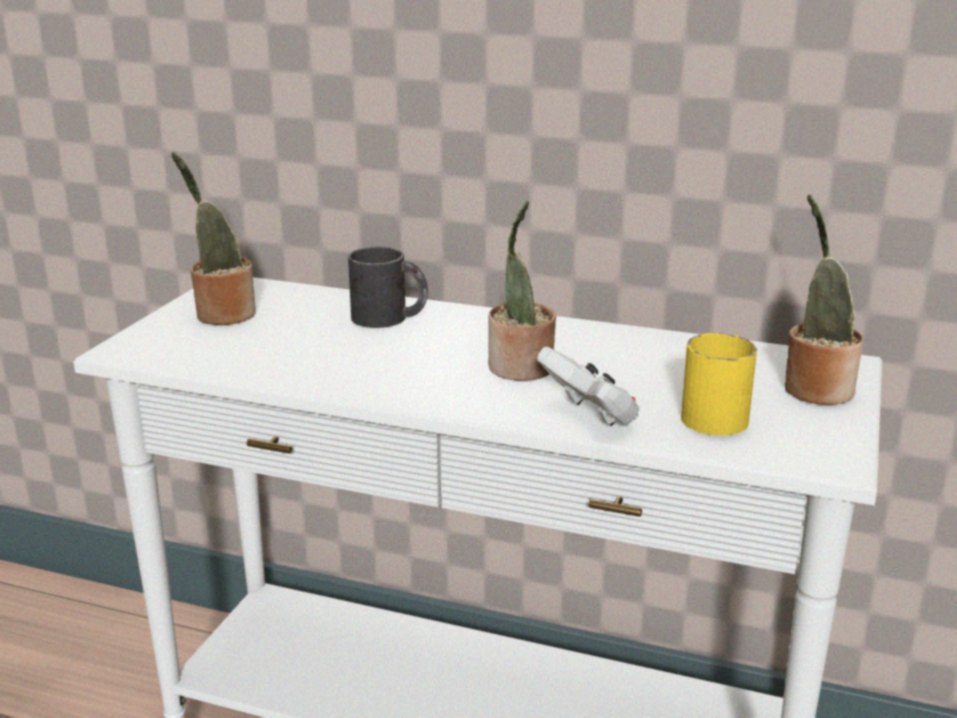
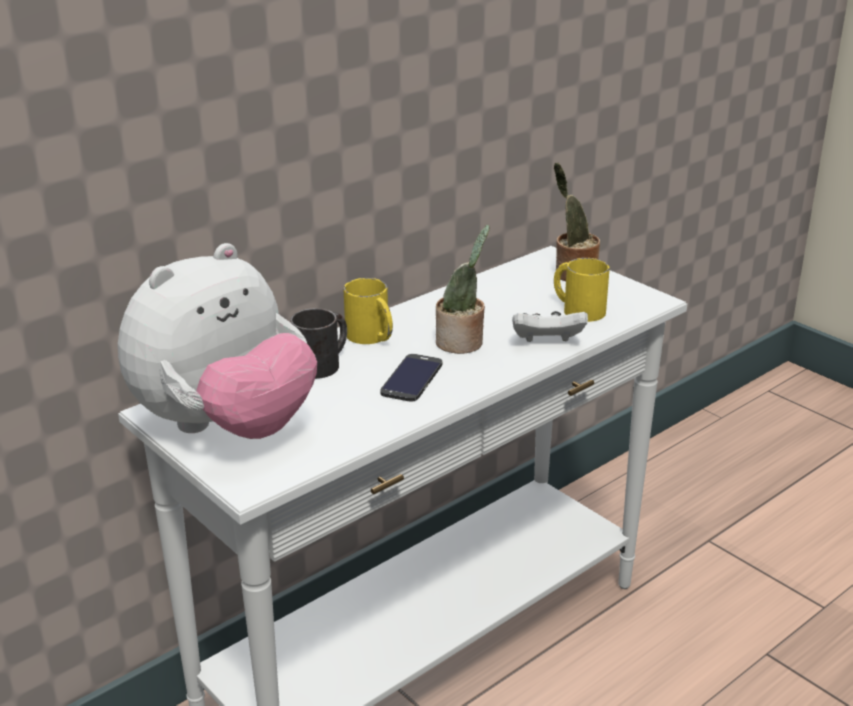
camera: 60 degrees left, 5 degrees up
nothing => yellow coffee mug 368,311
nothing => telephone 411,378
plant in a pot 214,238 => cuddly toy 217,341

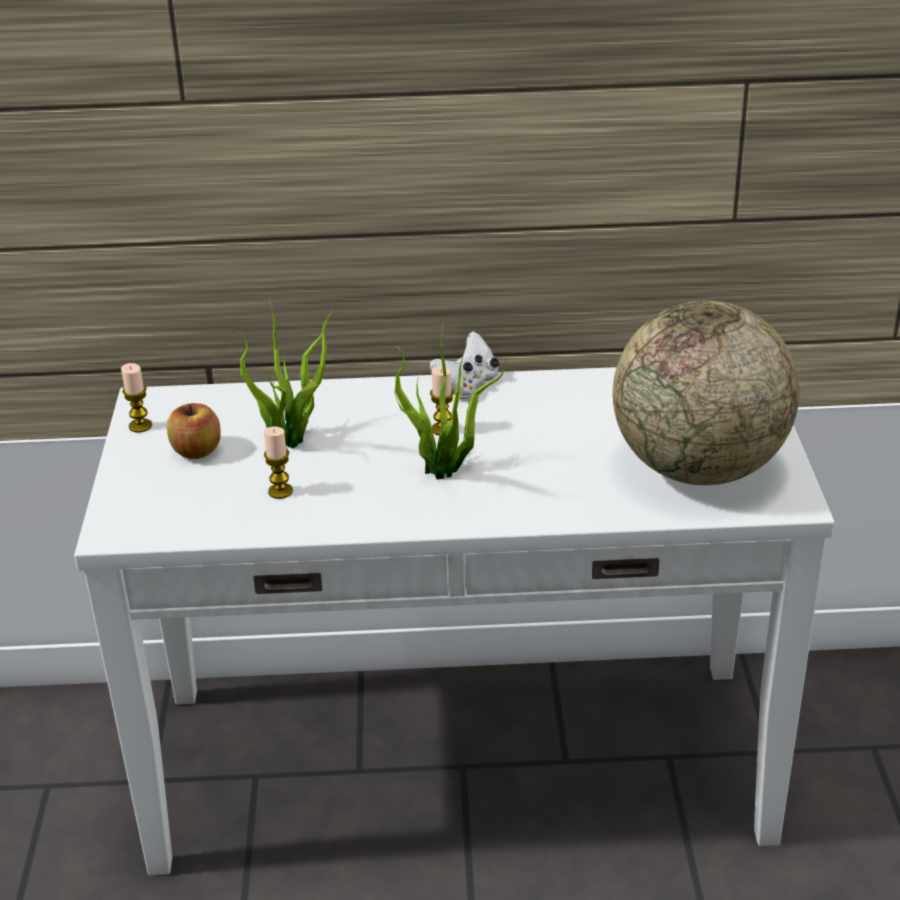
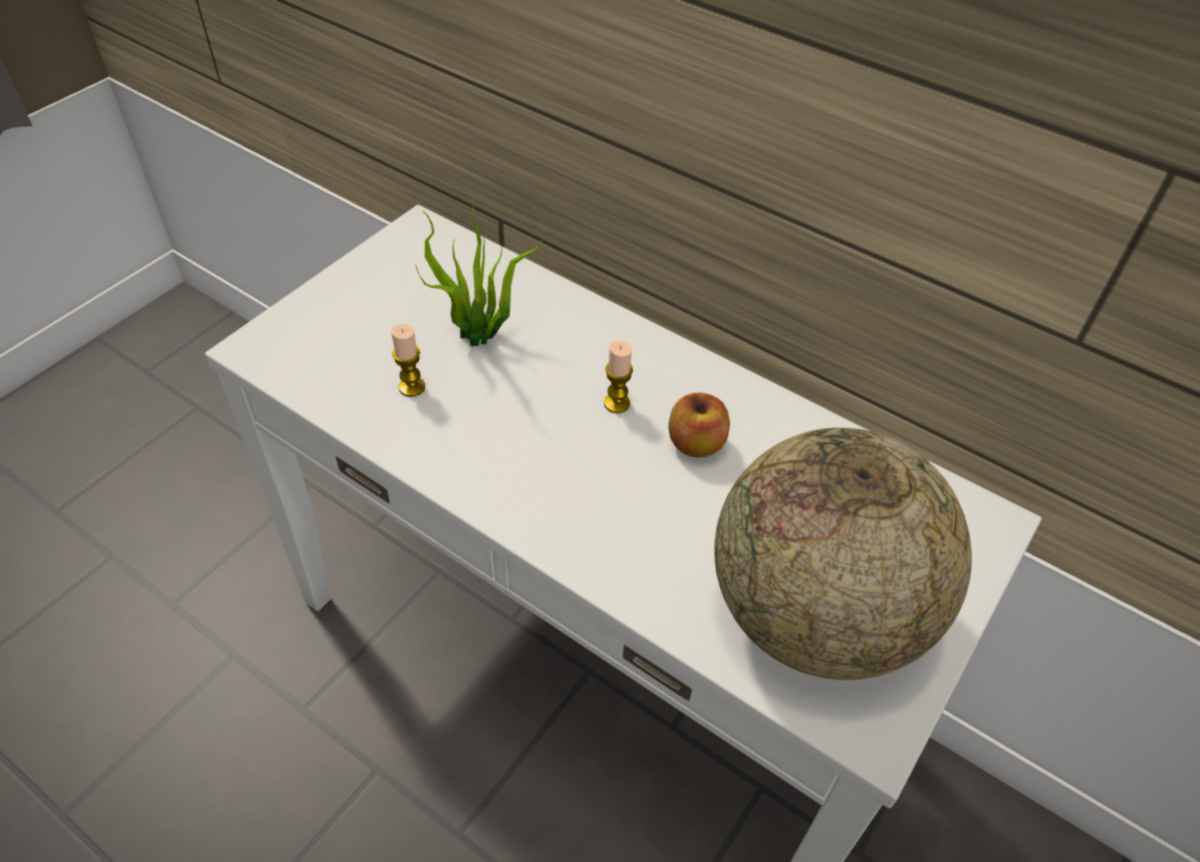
camera: 35 degrees right, 15 degrees up
candle 136,397 => nothing
plant in a pot 450,403 => nothing
white gamepad 464,365 => nothing
whole apple 194,431 => whole apple 699,425, relocated

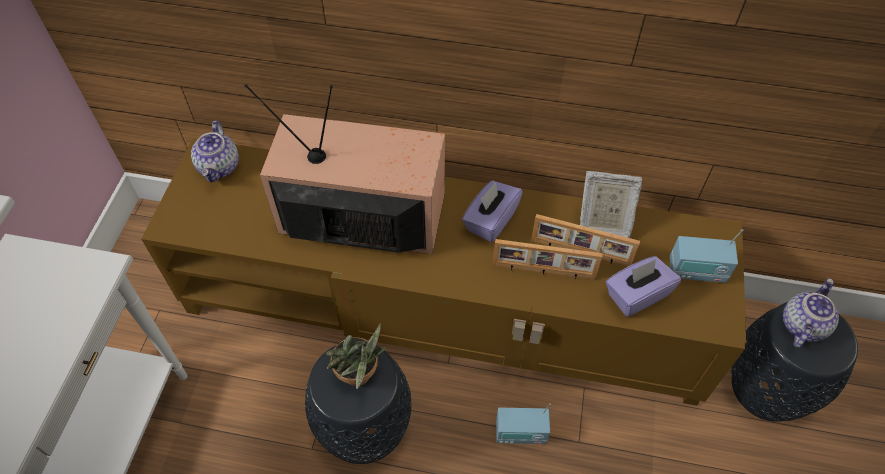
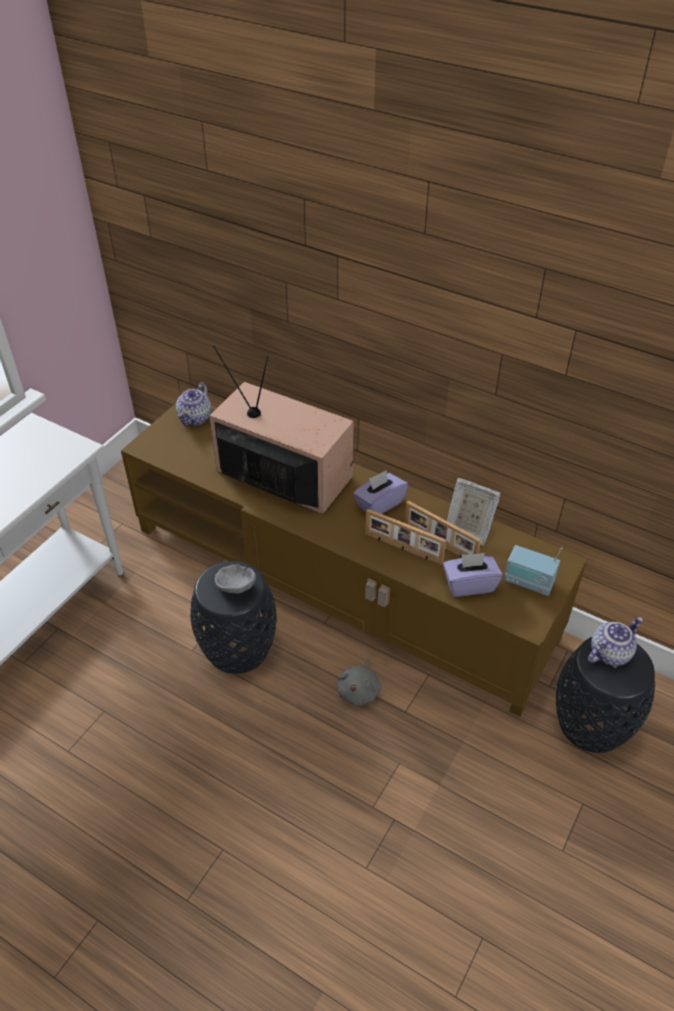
camera: 20 degrees right, 10 degrees down
plant in a pot 356,356 => grey bowl 235,578
radio receiver 523,423 => grey cuddly toy 359,682

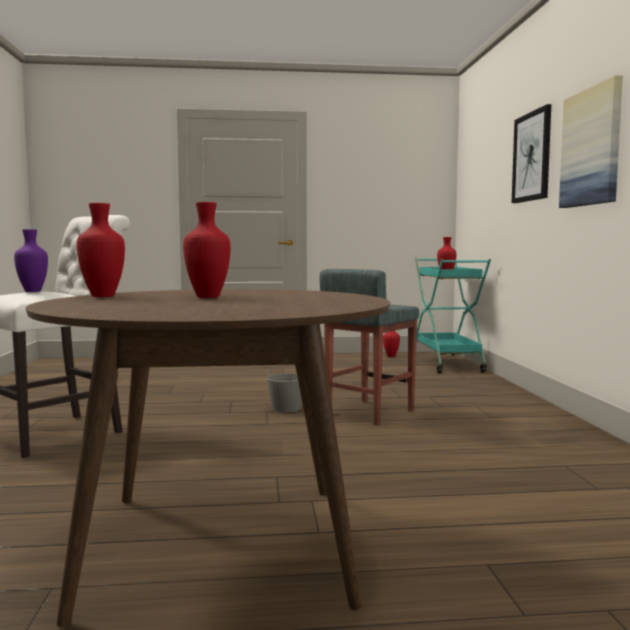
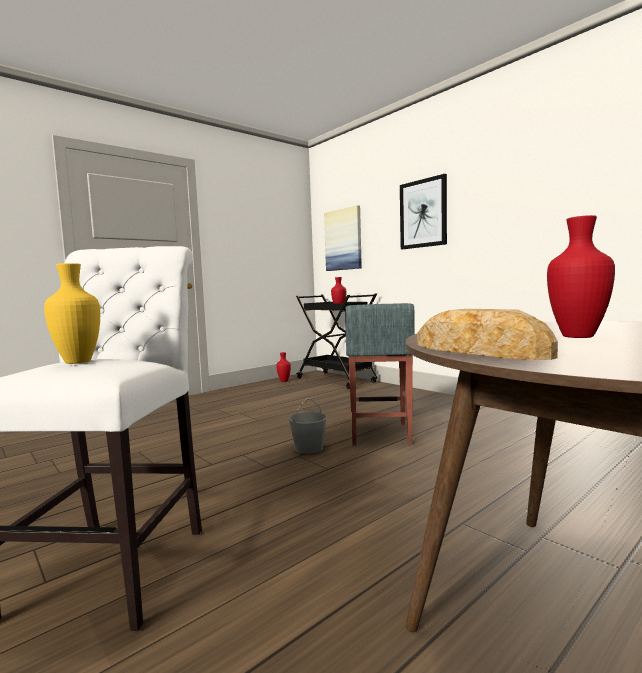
camera: 35 degrees left, 0 degrees up
wall picture 591,141 => wall picture 343,238, relocated
reddish vase 101,250 => bread 487,334
purple vase 31,260 => yellow vase 72,313
blue-green trolley 453,315 => black-coloured trolley 337,341

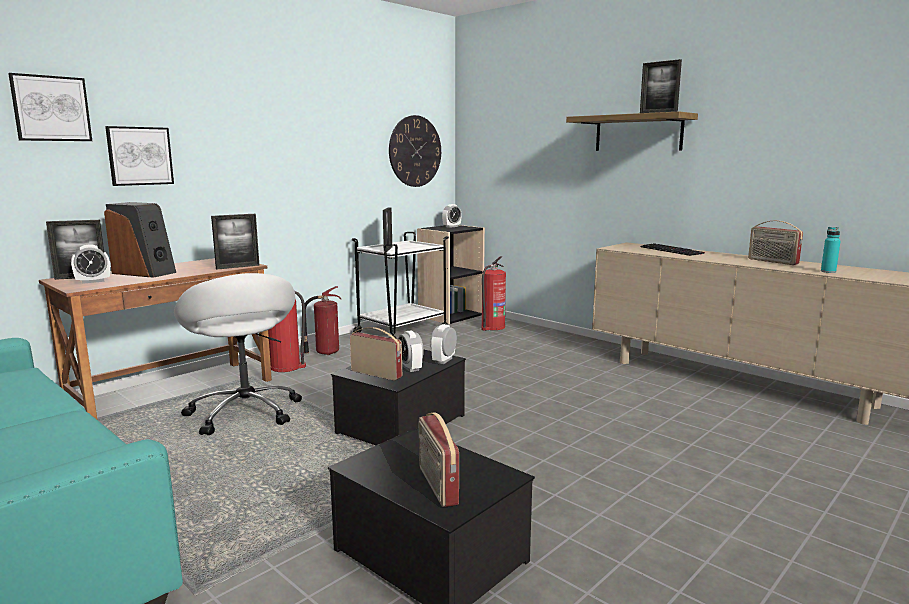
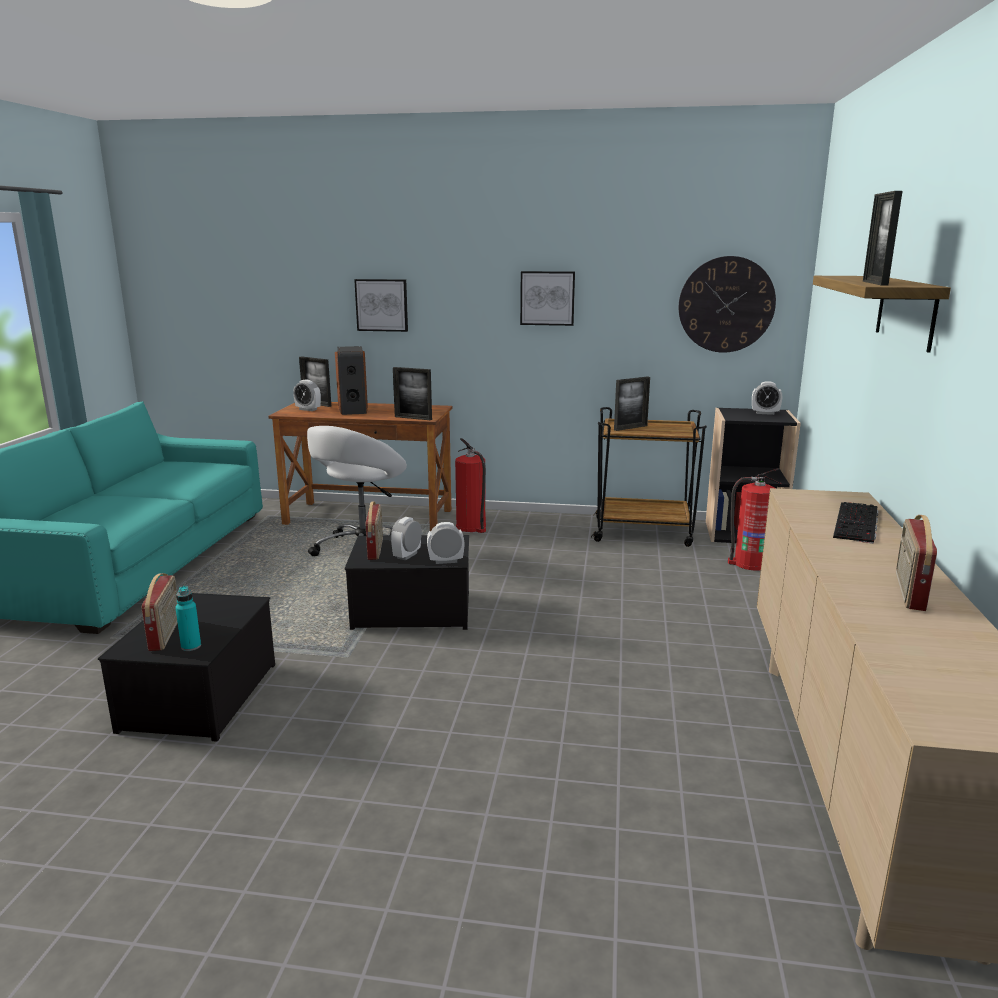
camera: 55 degrees right, 5 degrees up
fire extinguisher 322,320 => nothing
wall picture 50,107 => wall picture 547,298, relocated
blue-green beverage bottle 831,250 => blue-green beverage bottle 188,618, relocated
white trolley 400,285 => brownish trolley 649,477
radio receiver 439,459 => radio receiver 160,612, 135 degrees clockwise

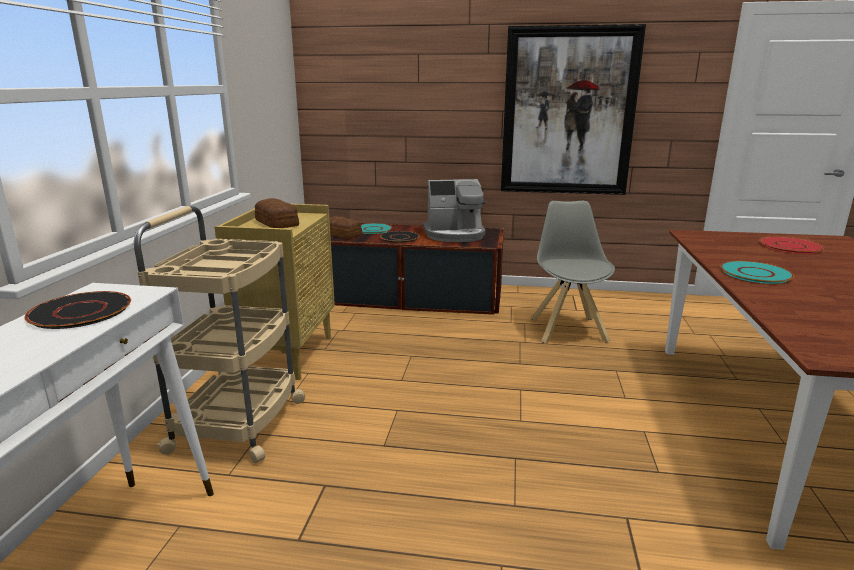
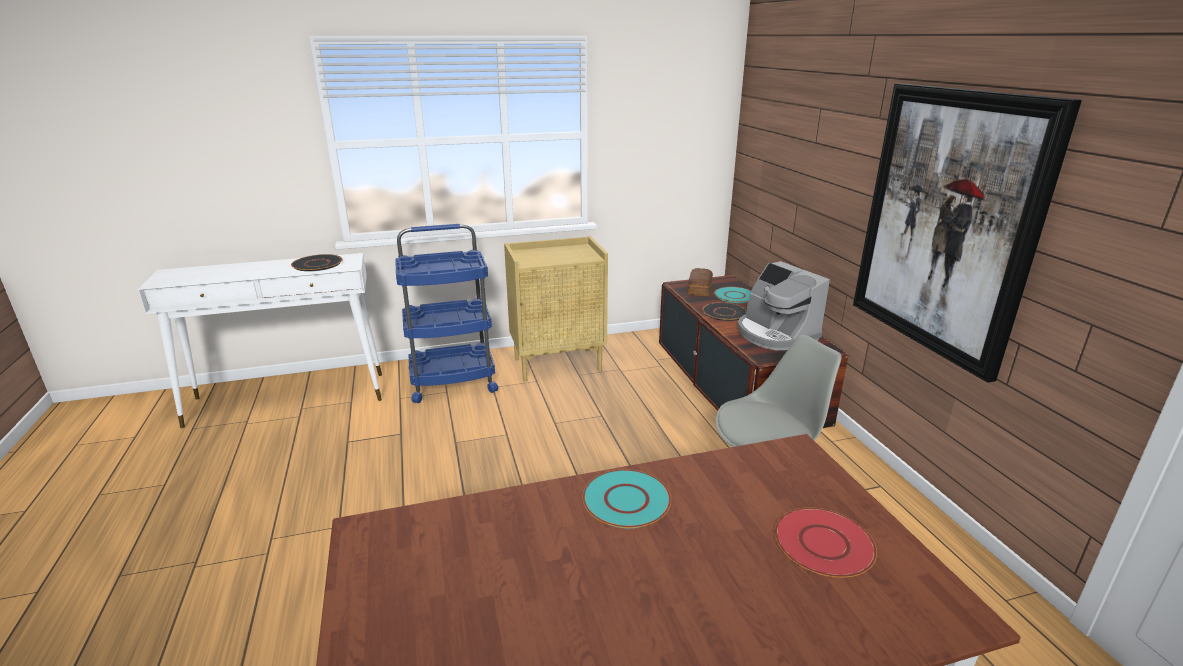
camera: 65 degrees right, 5 degrees up
bread 277,213 => nothing
beige trolley 219,334 => blue trolley 446,313

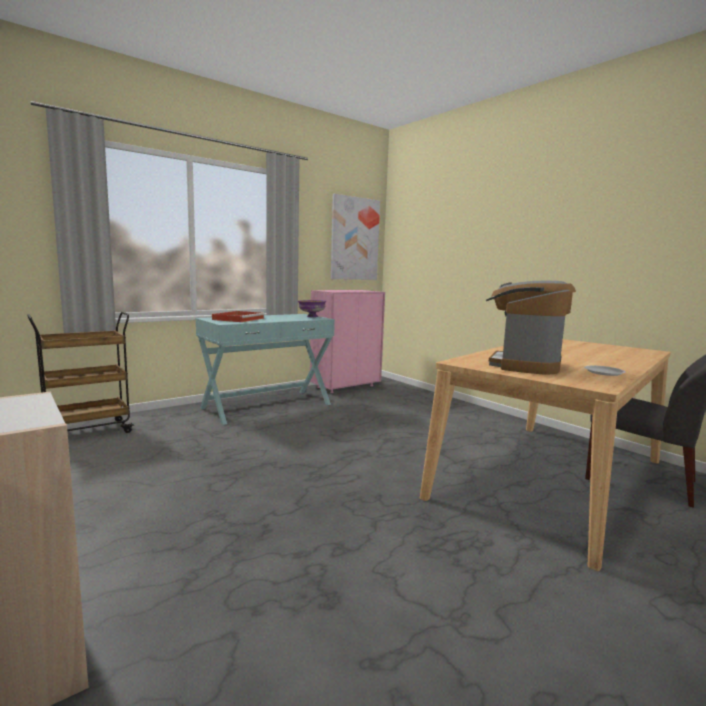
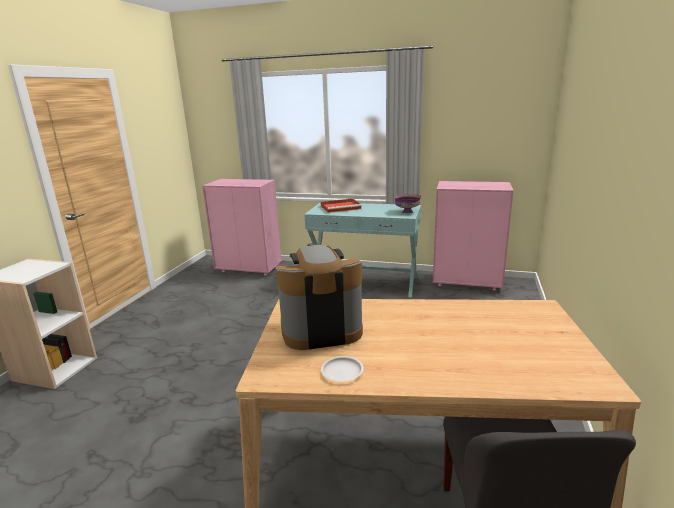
camera: 55 degrees right, 10 degrees up
wall picture 355,237 => nothing
brownish trolley 81,372 => pinkish cabinet 242,227

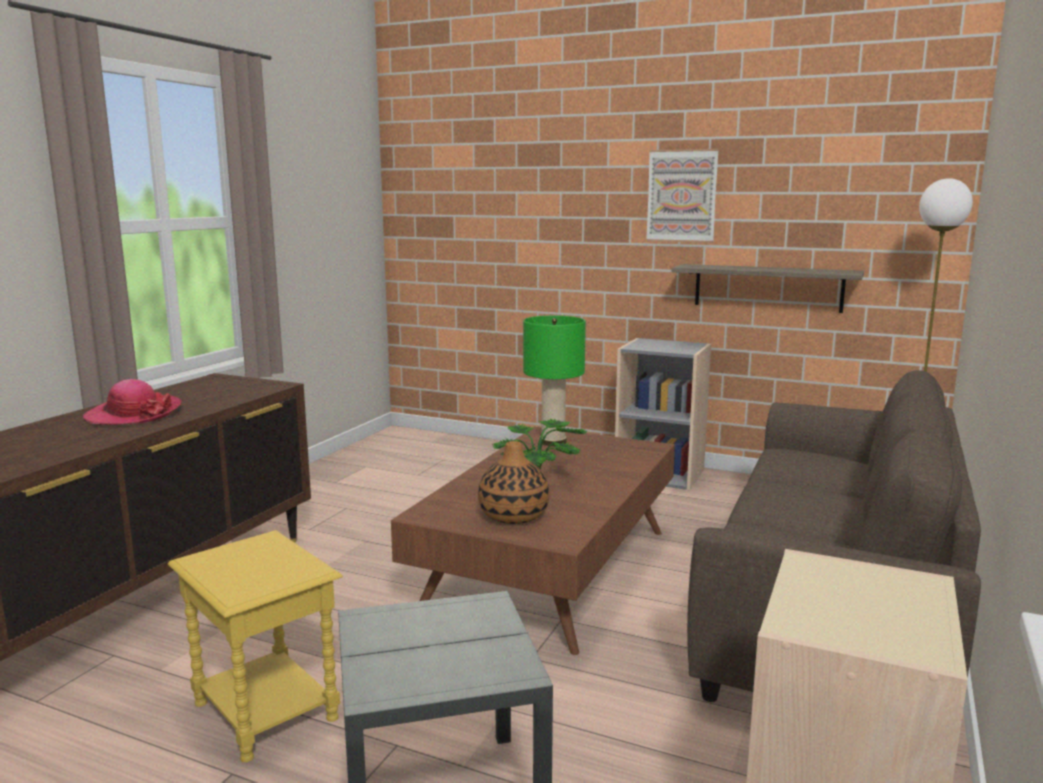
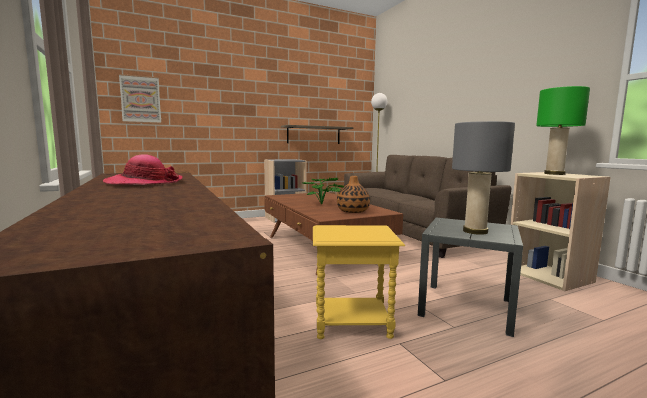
camera: 50 degrees left, 5 degrees down
nothing => grey table lamp 483,178
green-coloured table lamp 554,381 => green-coloured table lamp 563,130, relocated
wall picture 682,196 => wall picture 140,99, relocated

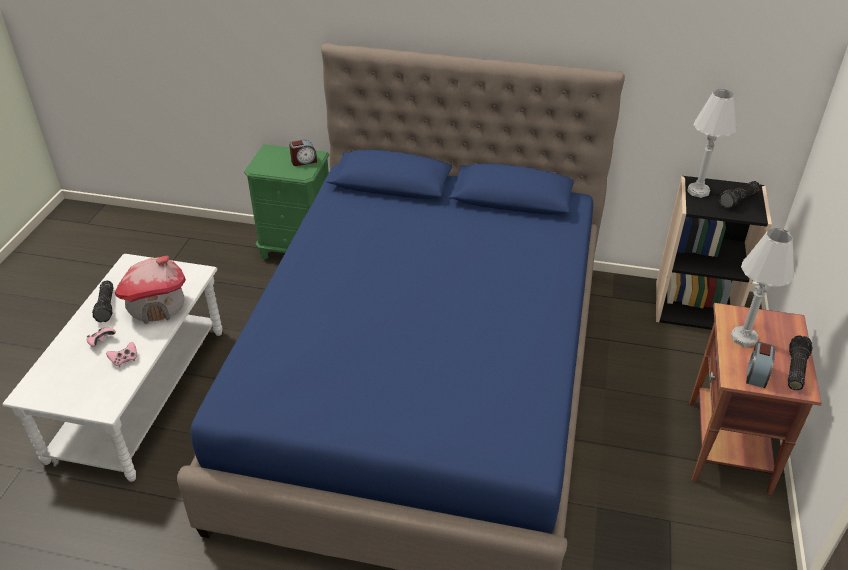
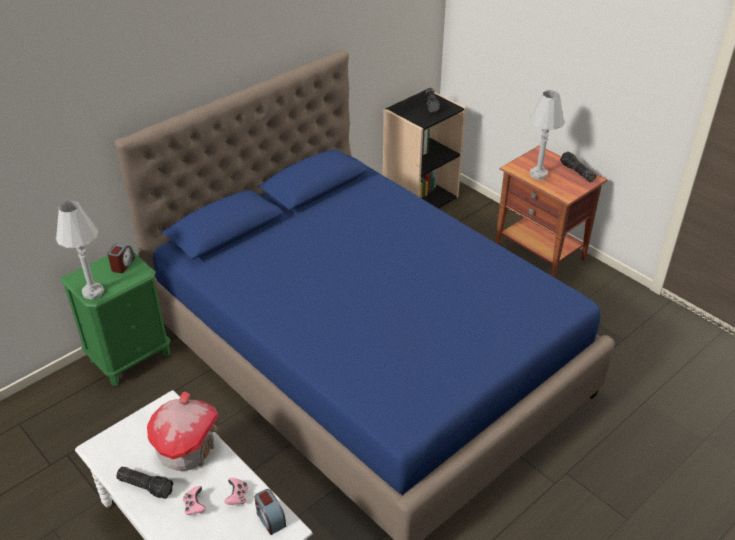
camera: 55 degrees left, 0 degrees up
white table lamp 712,143 => white table lamp 80,250, relocated
table clock 760,365 => table clock 270,512, relocated

